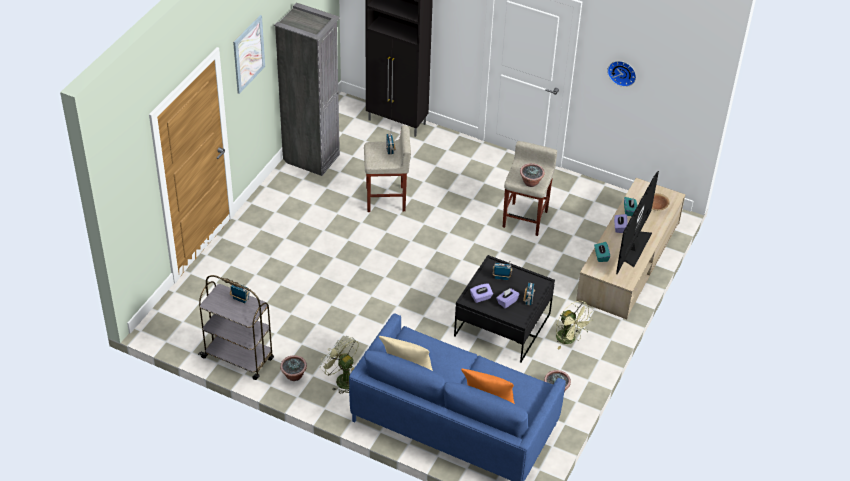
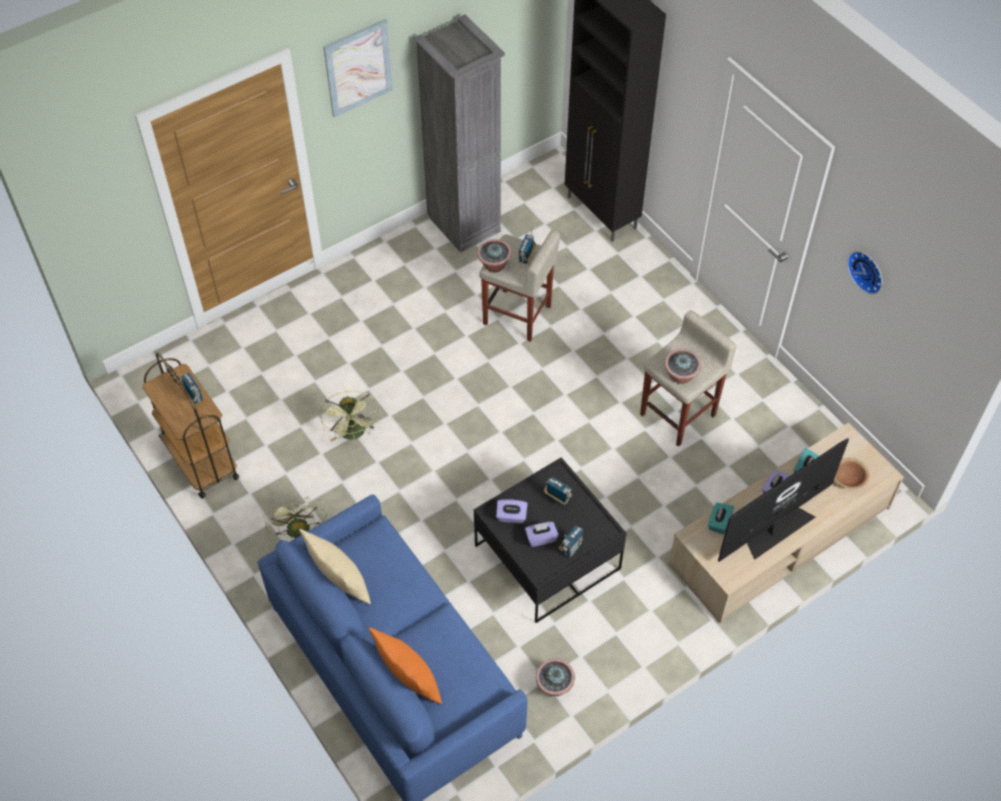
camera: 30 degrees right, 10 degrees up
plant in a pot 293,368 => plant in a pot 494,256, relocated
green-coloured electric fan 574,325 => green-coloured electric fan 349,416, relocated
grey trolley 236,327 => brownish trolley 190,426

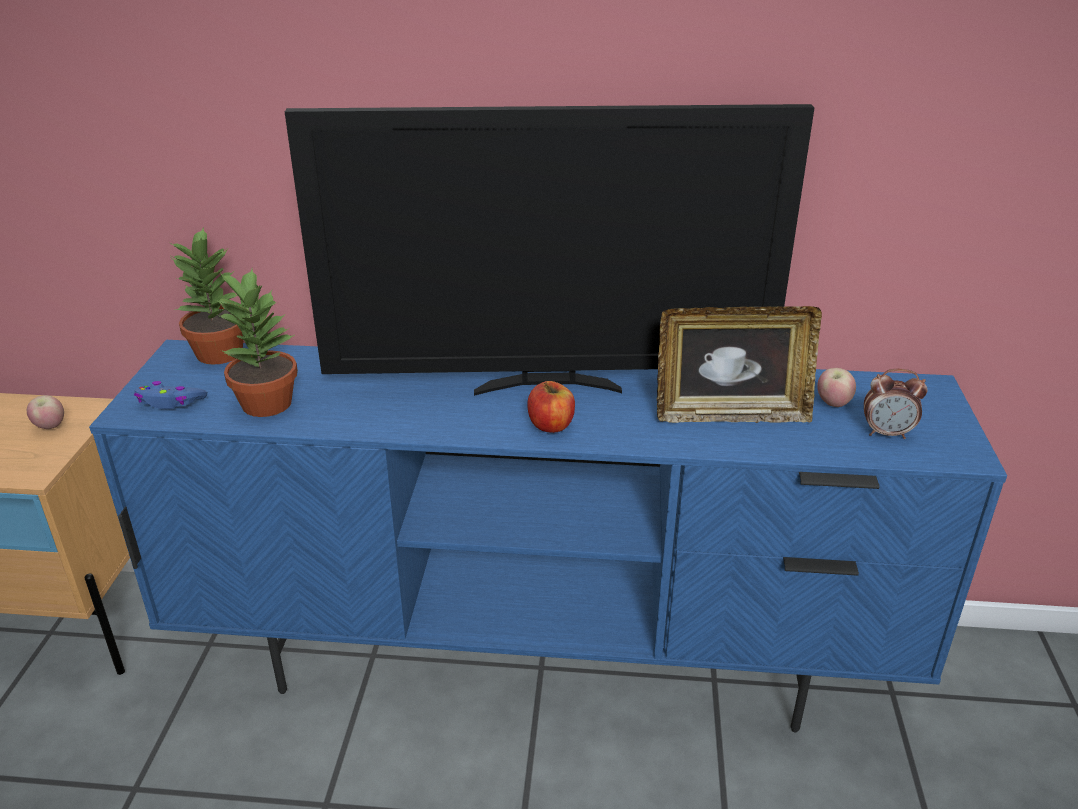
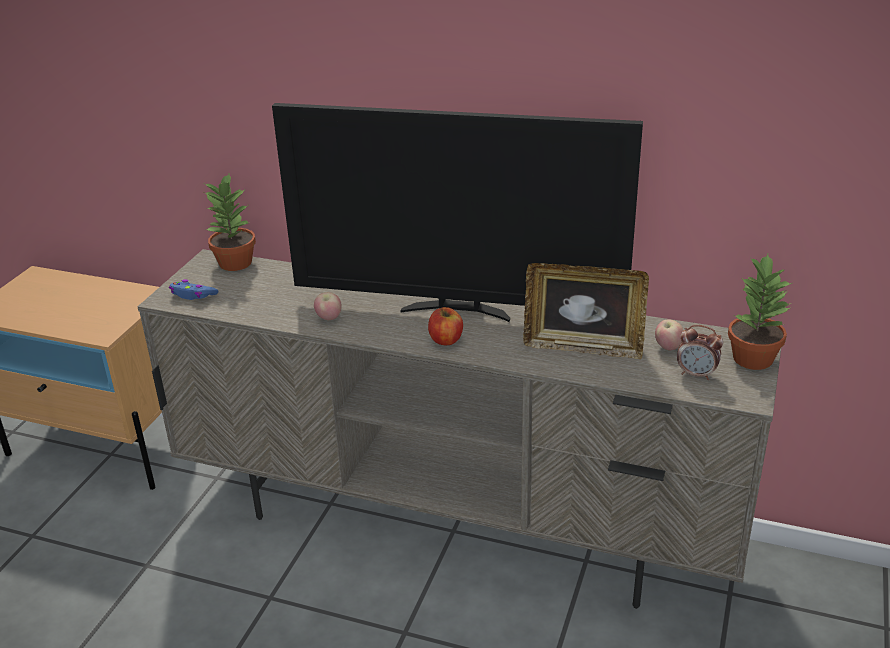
camera: 15 degrees right, 0 degrees up
whole apple 45,412 => whole apple 328,306, relocated
plant in a pot 257,343 => plant in a pot 760,312, relocated
blue tv stand 548,536 => beige tv stand 459,429

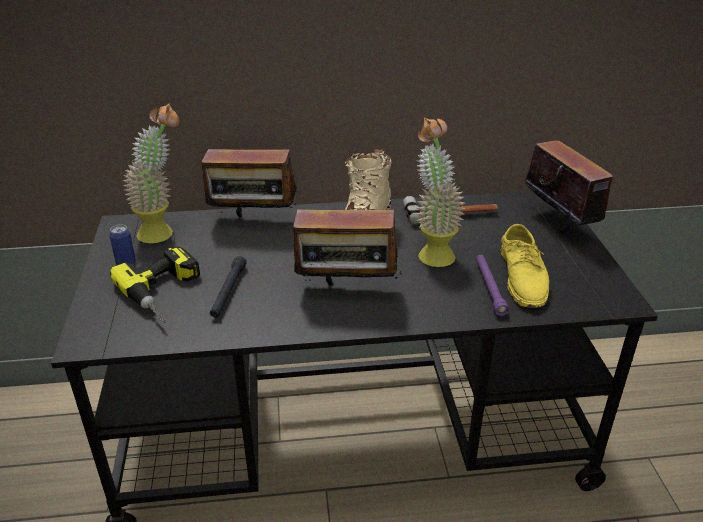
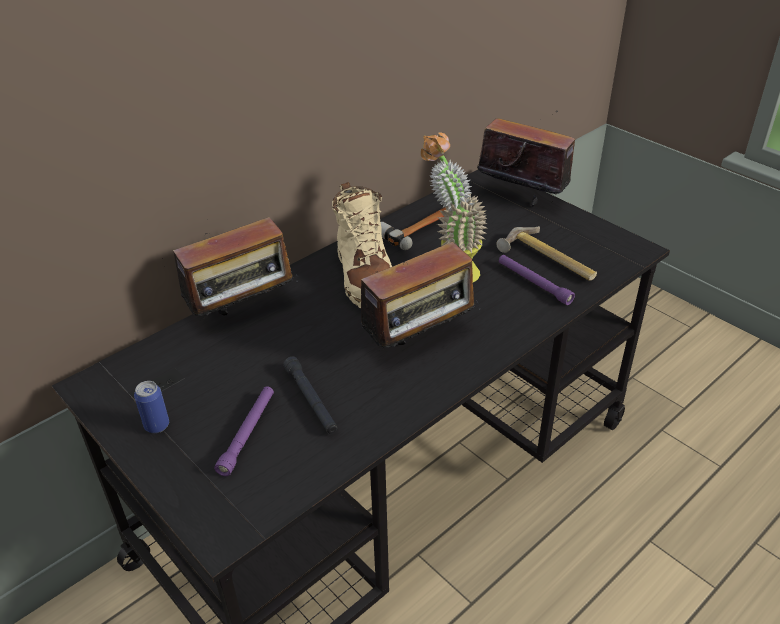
camera: 35 degrees left, 5 degrees up
plant in a pot 151,173 => nothing
power drill 155,285 => purple hand torch 244,431
yellow item of footwear 524,266 => hand hammer 546,253

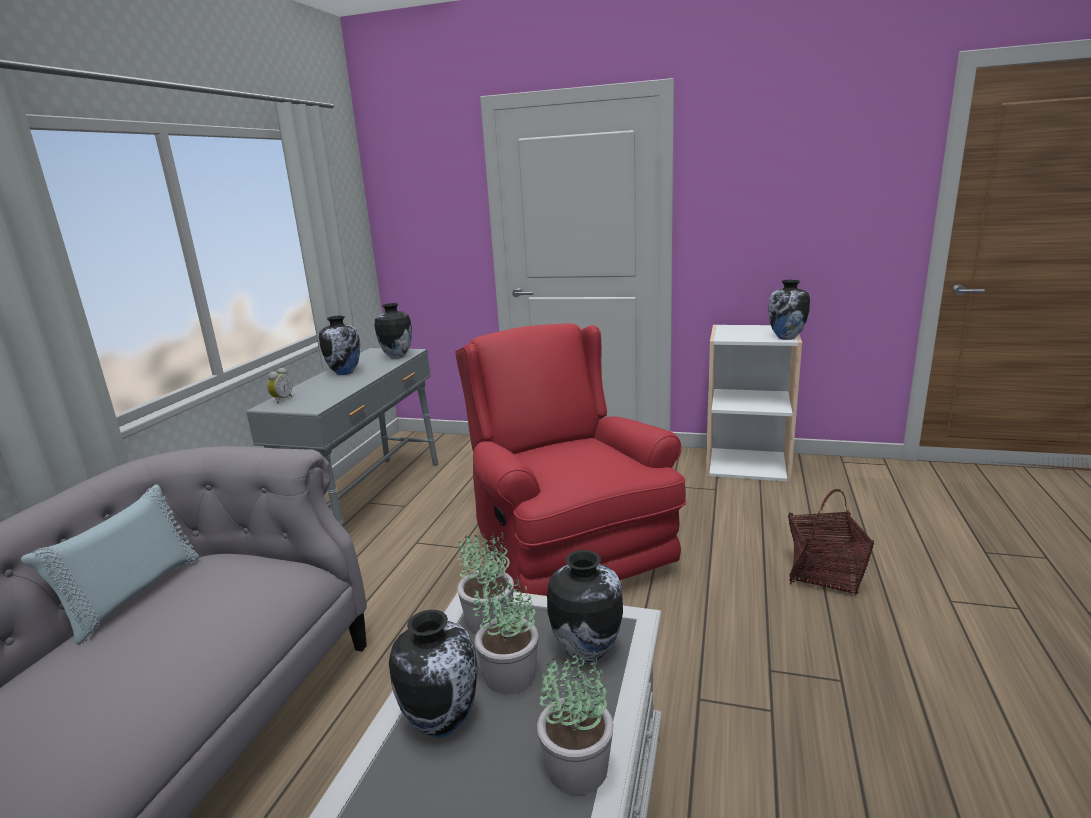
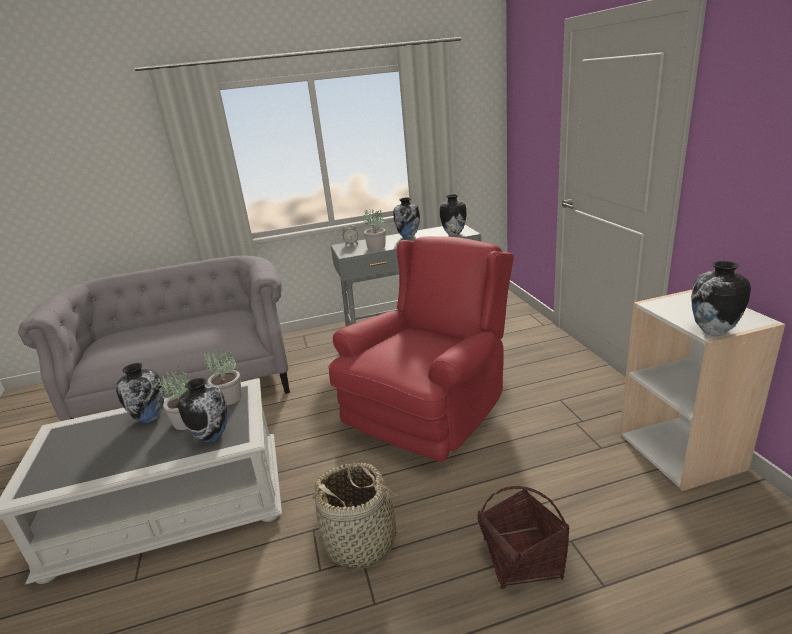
camera: 60 degrees right, 5 degrees up
blue throw pillow 110,565 => nothing
nothing => storage basket 360,516
plant in a pot 575,723 => plant in a pot 375,229, relocated

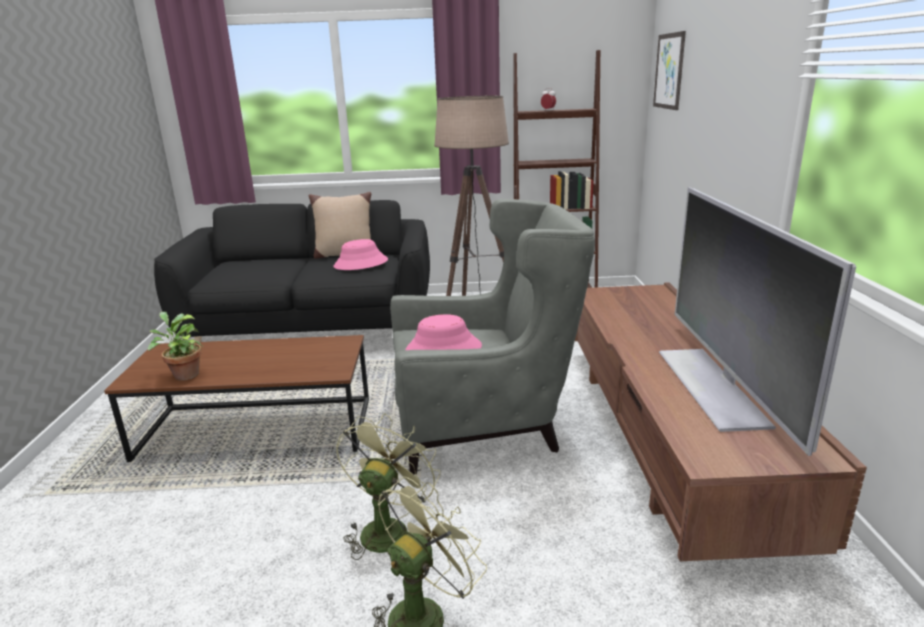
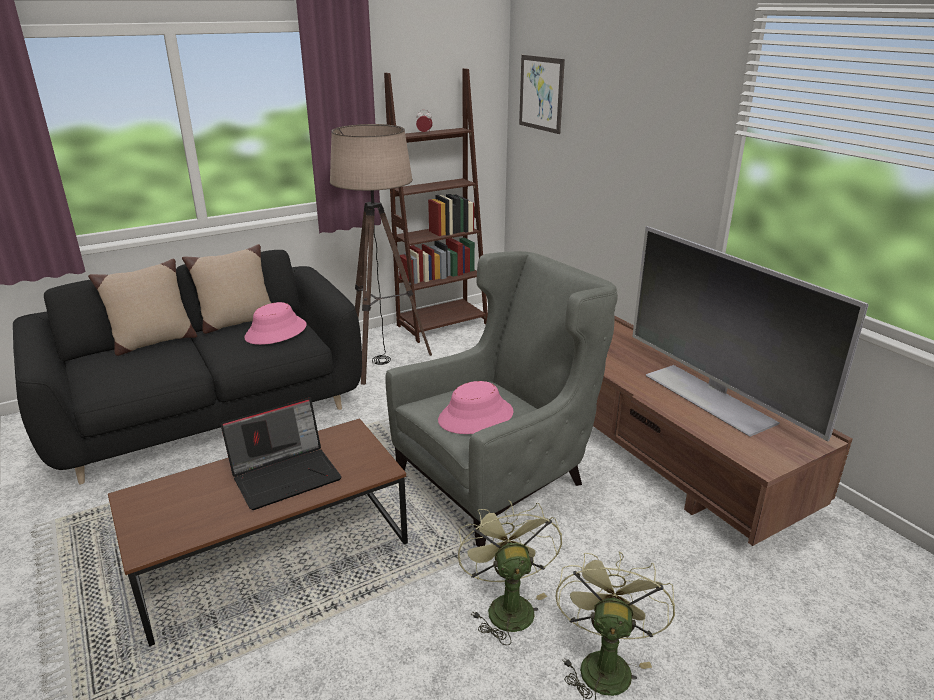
camera: 30 degrees left, 5 degrees up
plant in a pot 175,346 => nothing
nothing => beige throw pillow 142,307
nothing => portable computer 281,454

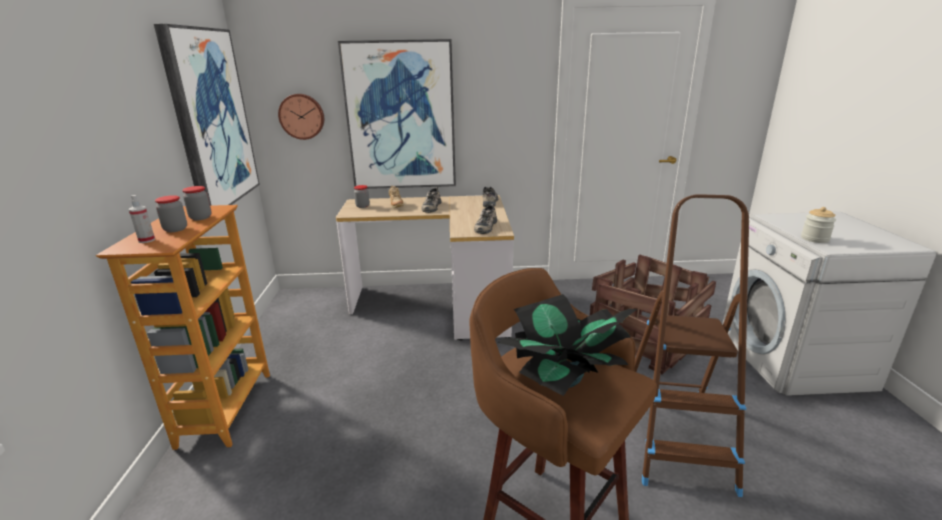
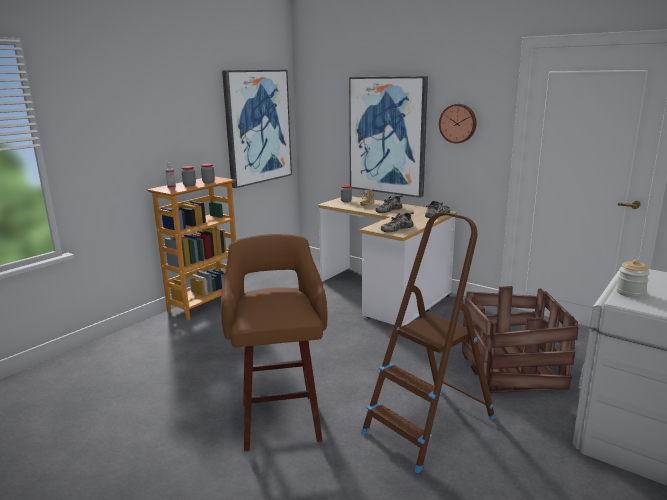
camera: 40 degrees right, 5 degrees down
plant in a pot 567,345 => nothing
hanging clock 301,117 => hanging clock 458,124, relocated

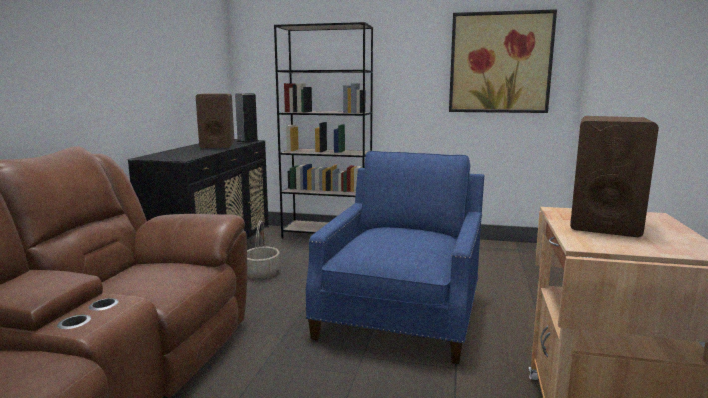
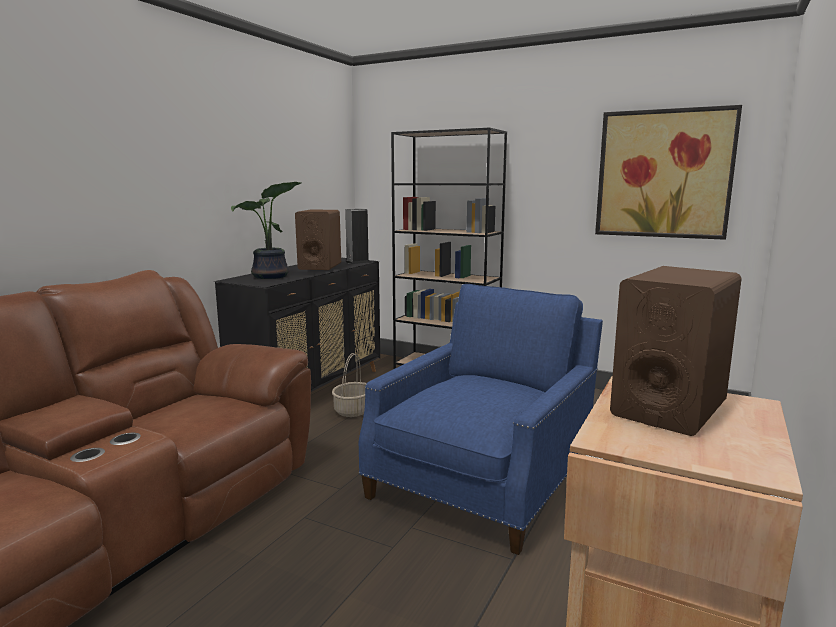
camera: 15 degrees right, 0 degrees up
nothing => plant in a pot 266,230

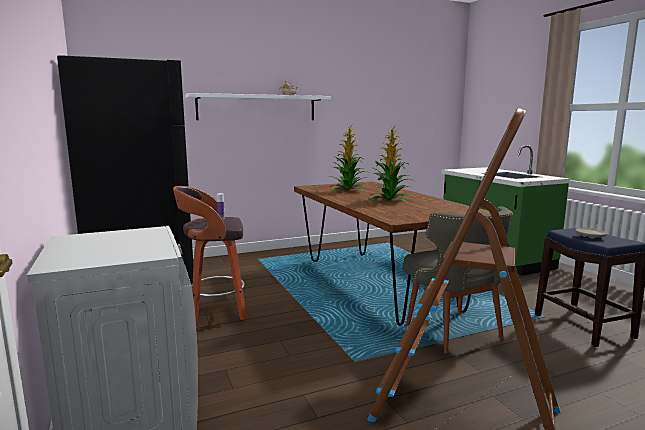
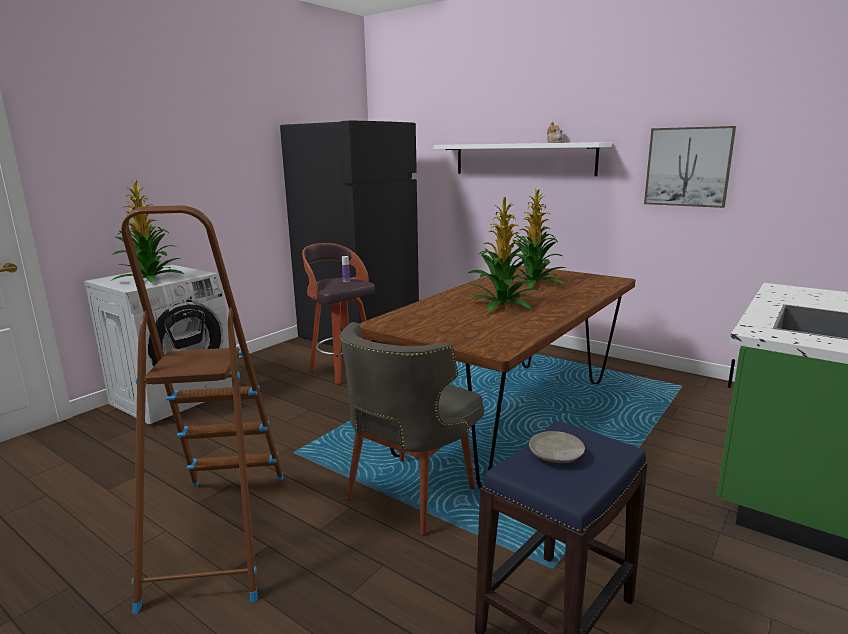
camera: 60 degrees right, 5 degrees up
nothing => plant in a pot 147,232
nothing => wall picture 690,167

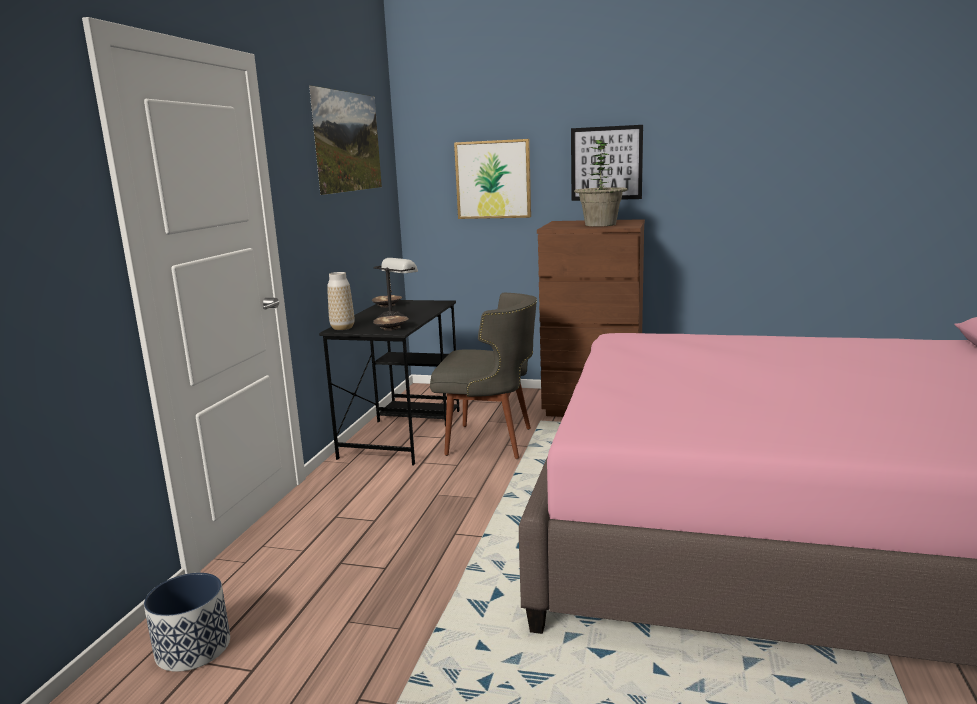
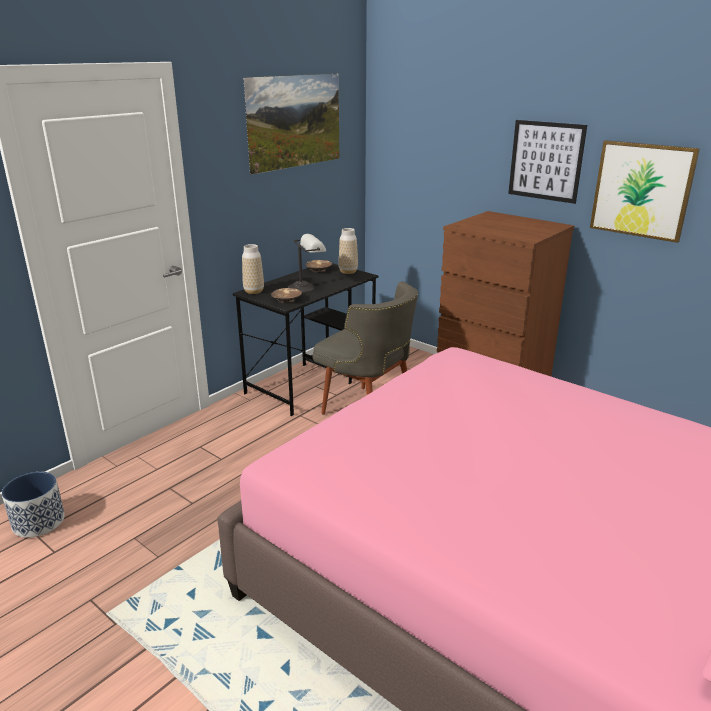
camera: 25 degrees right, 10 degrees up
plant in a pot 601,183 => nothing
nothing => vase 348,251
wall picture 492,179 => wall picture 645,191, relocated

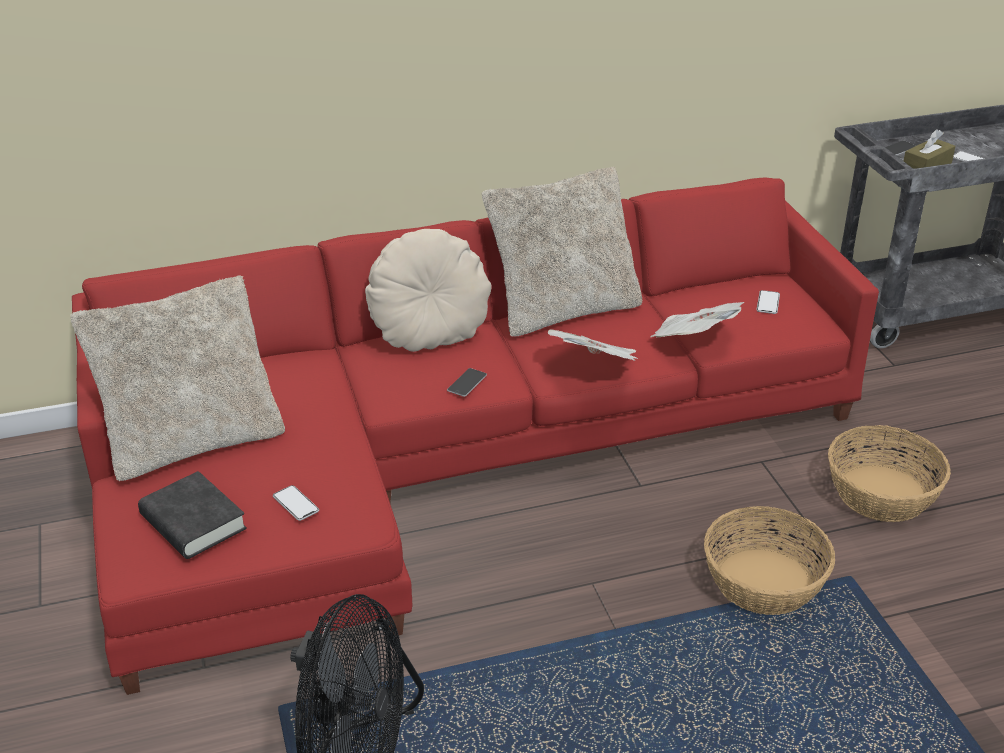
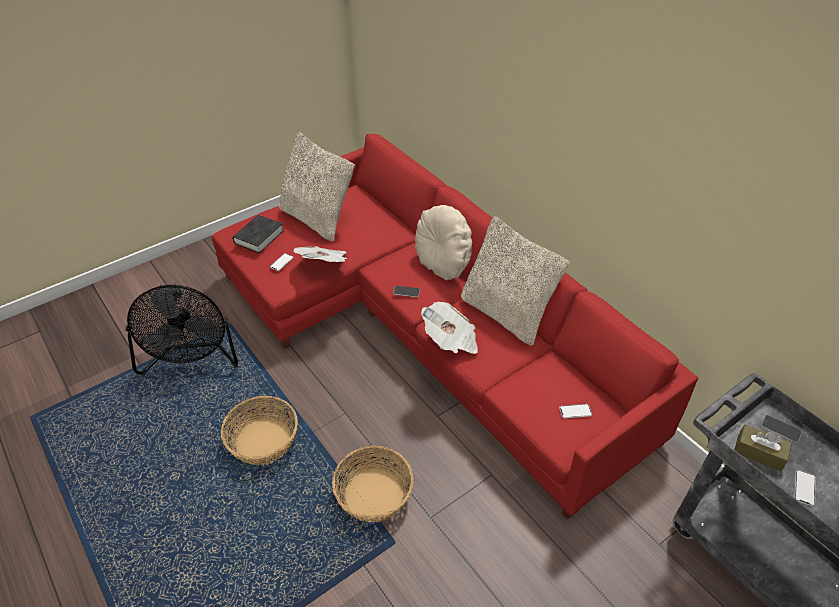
camera: 70 degrees right, 10 degrees up
daily paper 697,319 => daily paper 320,254, relocated
storage basket 889,473 => storage basket 259,430, relocated

